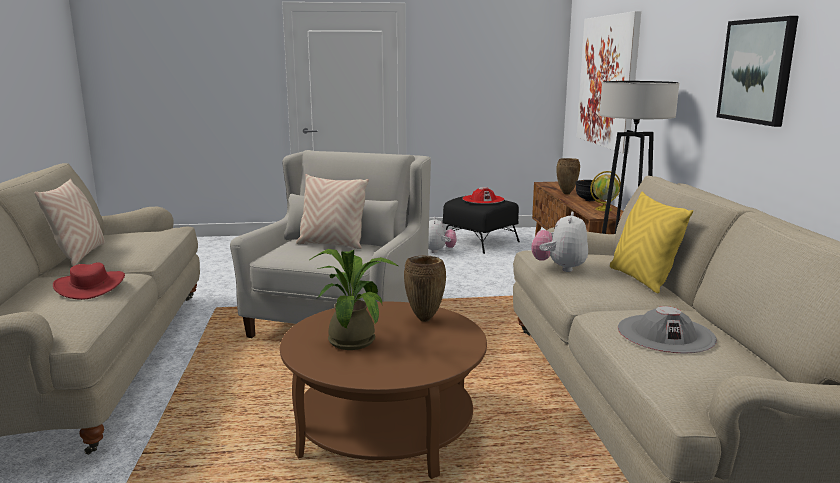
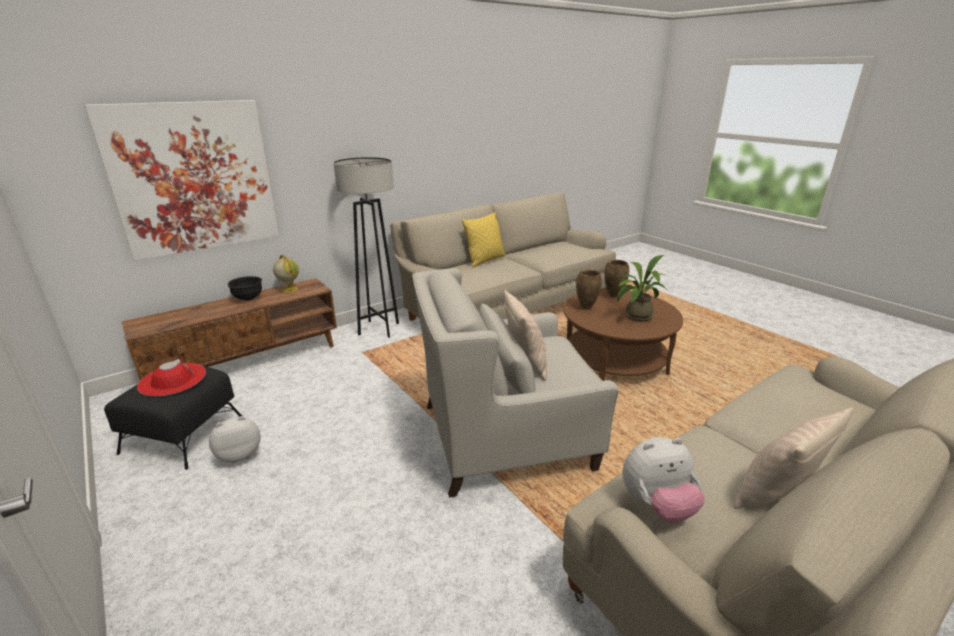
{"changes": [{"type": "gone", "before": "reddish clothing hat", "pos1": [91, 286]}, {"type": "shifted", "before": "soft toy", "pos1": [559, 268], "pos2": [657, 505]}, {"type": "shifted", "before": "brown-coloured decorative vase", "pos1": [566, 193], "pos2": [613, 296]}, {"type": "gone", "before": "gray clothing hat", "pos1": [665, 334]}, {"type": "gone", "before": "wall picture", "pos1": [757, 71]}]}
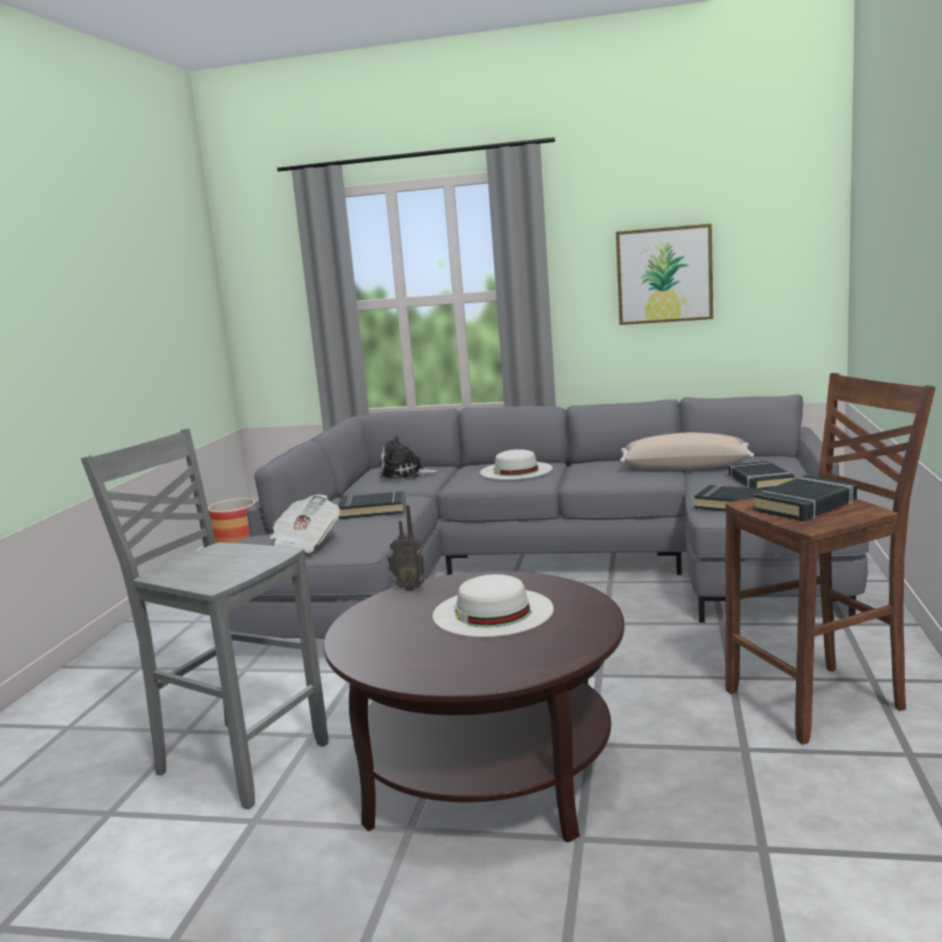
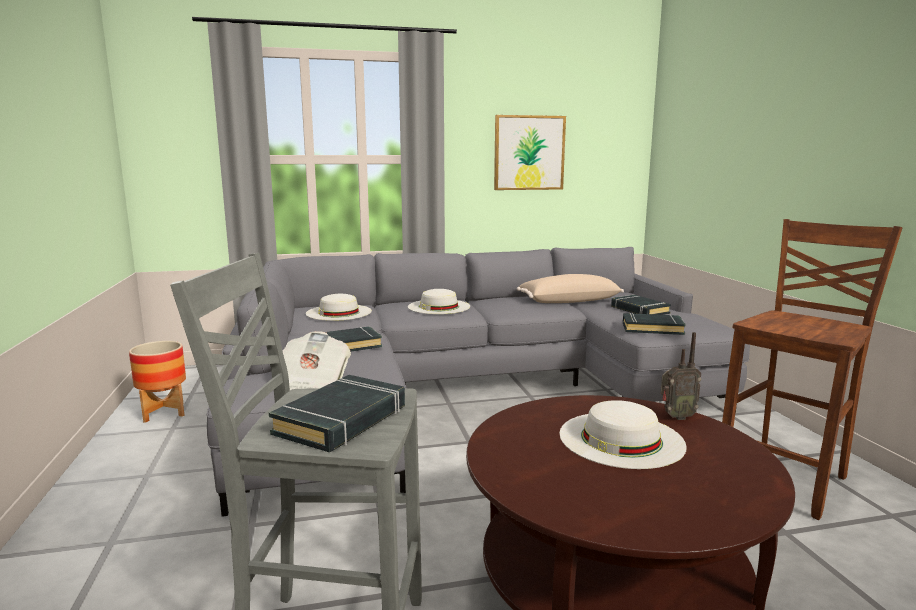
{"changes": [{"type": "swapped", "before": "soft toy", "after": "whitish clothing hat", "pos1": [405, 474], "pos2": [339, 312]}, {"type": "shifted", "before": "radio set", "pos1": [409, 588], "pos2": [676, 417]}, {"type": "shifted", "before": "black volume", "pos1": [805, 506], "pos2": [342, 420]}]}
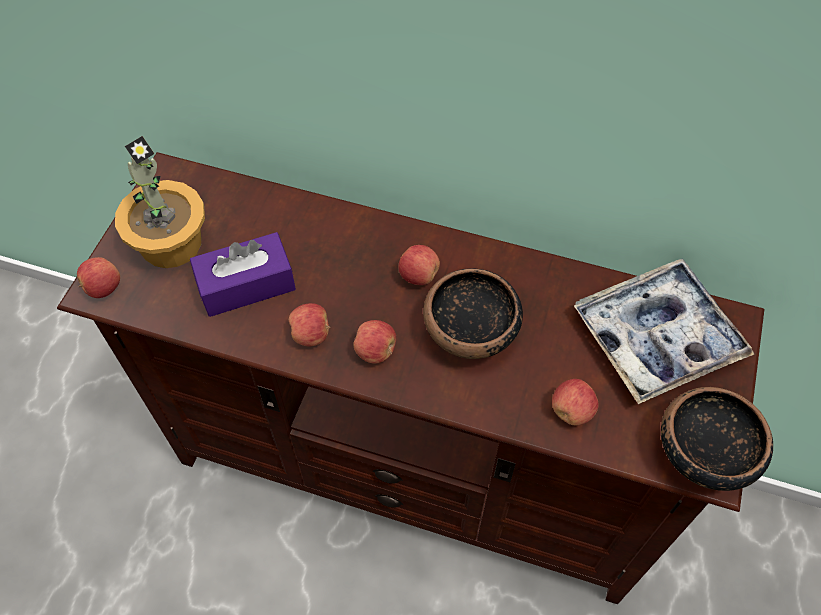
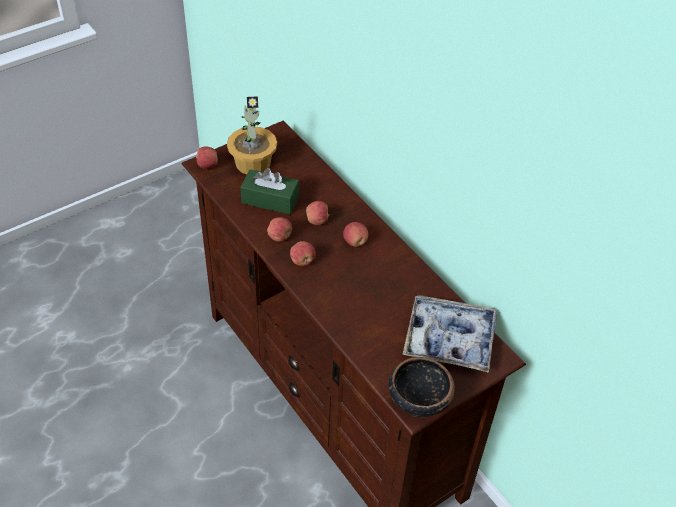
{"changes": [{"type": "repainted", "before": "purplish tissue box", "after": "green-coloured tissue box", "pos1": [246, 285], "pos2": [270, 199]}, {"type": "gone", "before": "bowl", "pos1": [471, 333]}, {"type": "shifted", "before": "whole apple", "pos1": [572, 410], "pos2": [317, 220]}]}
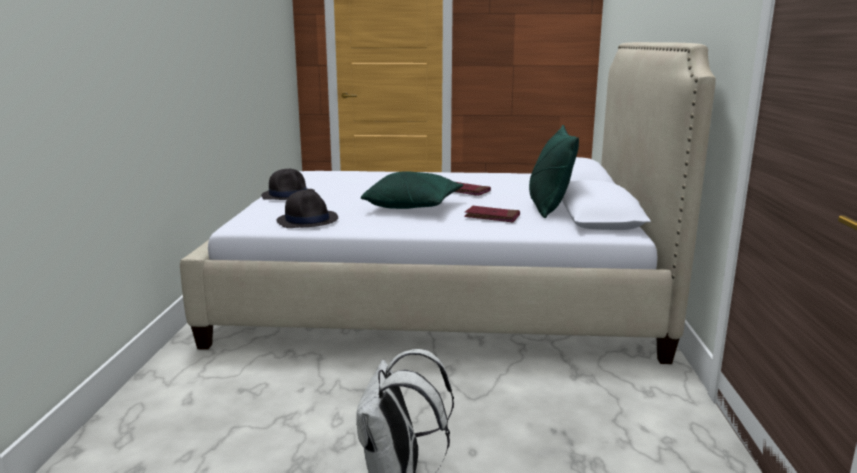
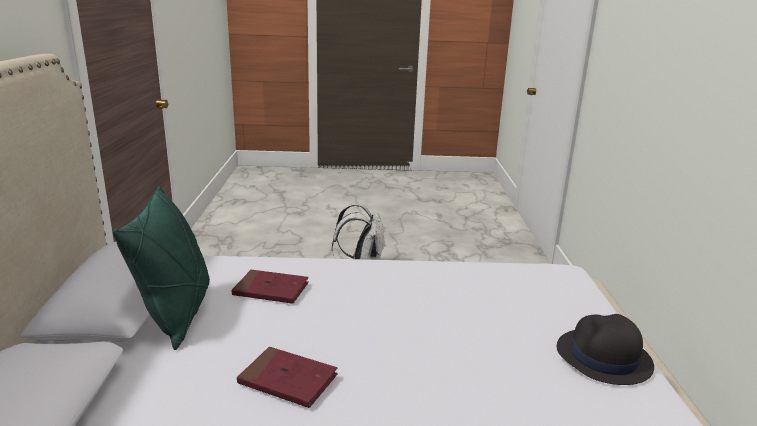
{"changes": [{"type": "gone", "before": "black clothing hat", "pos1": [308, 220]}, {"type": "gone", "before": "green-coloured pillow", "pos1": [413, 206]}]}
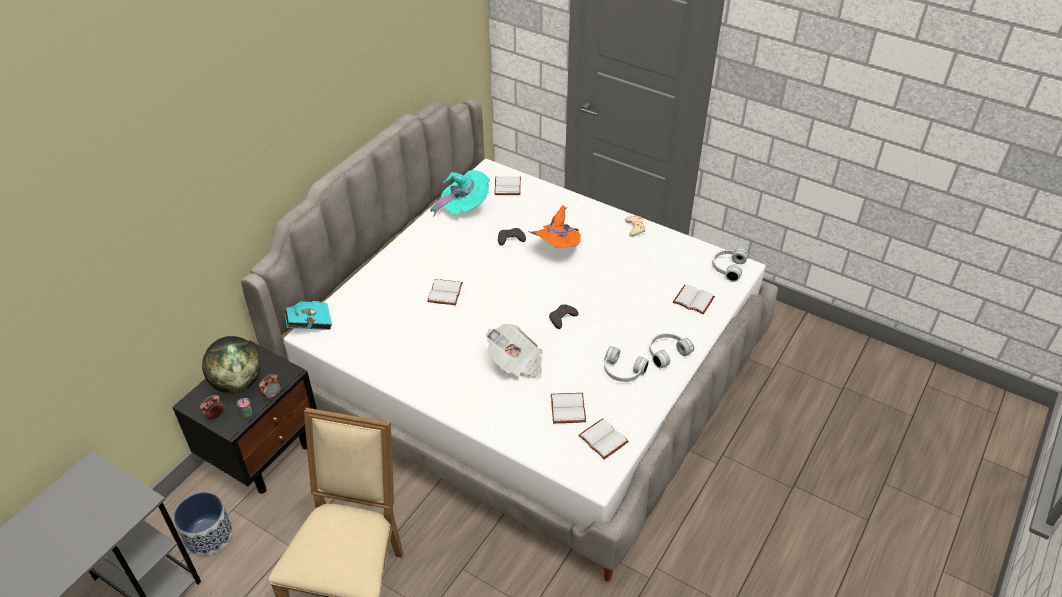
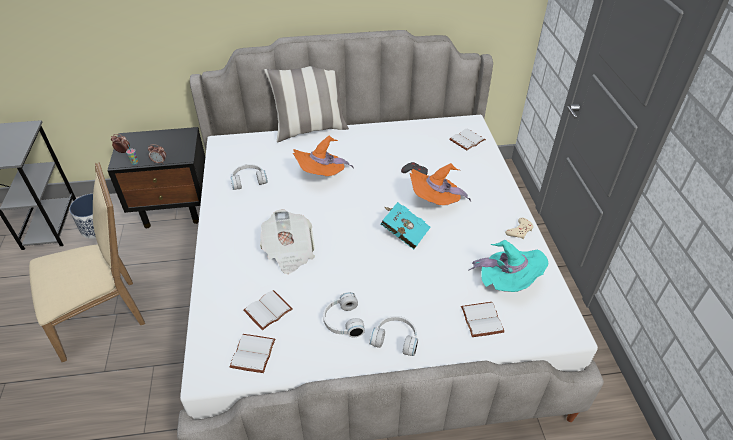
{"changes": [{"type": "gone", "before": "desk globe", "pos1": [237, 383]}, {"type": "shifted", "before": "blue-green volume", "pos1": [307, 324], "pos2": [403, 232]}, {"type": "swapped", "before": "whitish volume", "after": "orange clothing hat", "pos1": [446, 293], "pos2": [322, 176]}, {"type": "shifted", "before": "blue-green clothing hat", "pos1": [464, 207], "pos2": [507, 282]}, {"type": "gone", "before": "gray joypad", "pos1": [562, 318]}, {"type": "shifted", "before": "whitish pair of headphones", "pos1": [727, 268], "pos2": [248, 180]}, {"type": "new", "after": "pillow", "pos2": [310, 129]}]}
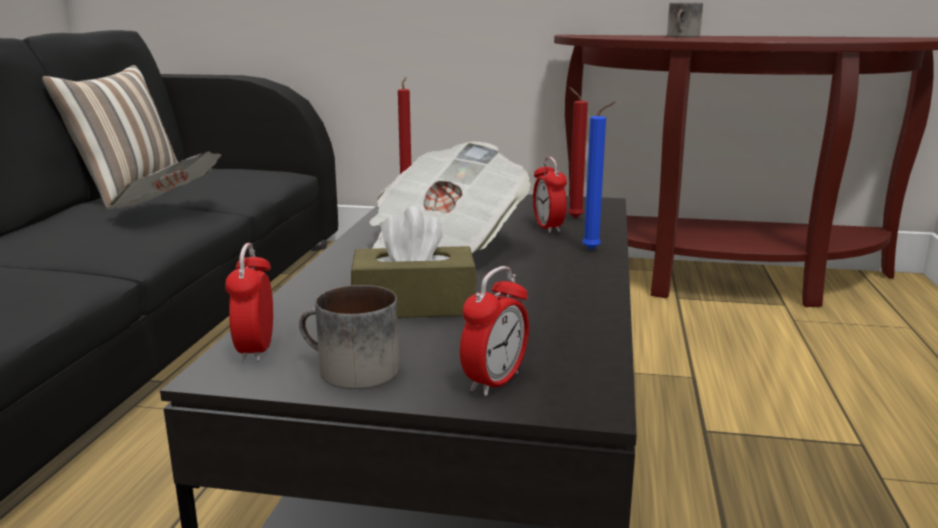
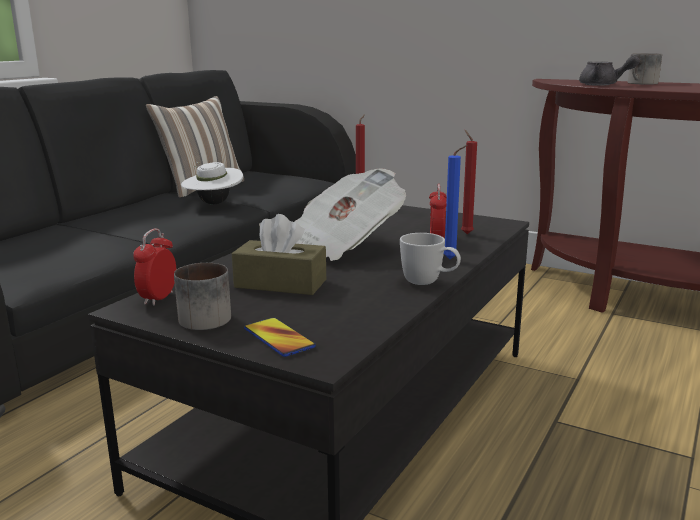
{"changes": [{"type": "swapped", "before": "newspaper", "after": "whitish clothing hat", "pos1": [167, 212], "pos2": [213, 203]}, {"type": "swapped", "before": "bedside clock", "after": "handset", "pos1": [494, 382], "pos2": [279, 338]}, {"type": "new", "after": "whitish tea mug", "pos2": [429, 283]}, {"type": "new", "after": "gray pot for tea", "pos2": [603, 85]}]}
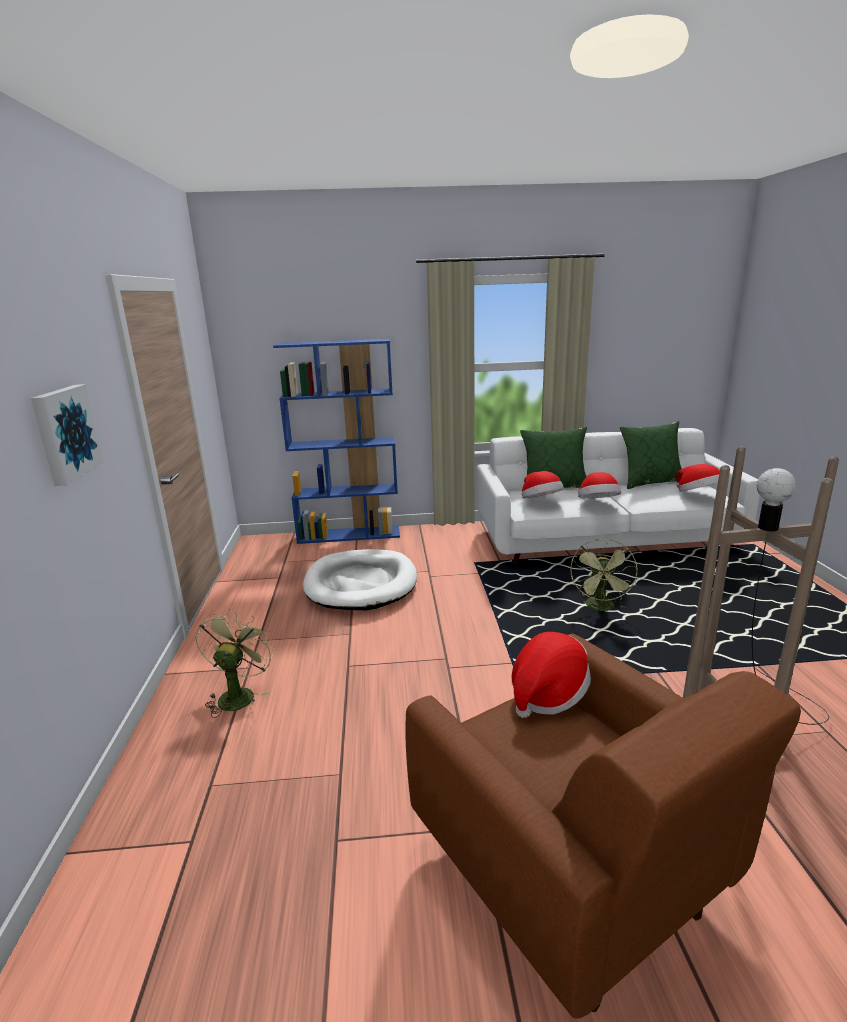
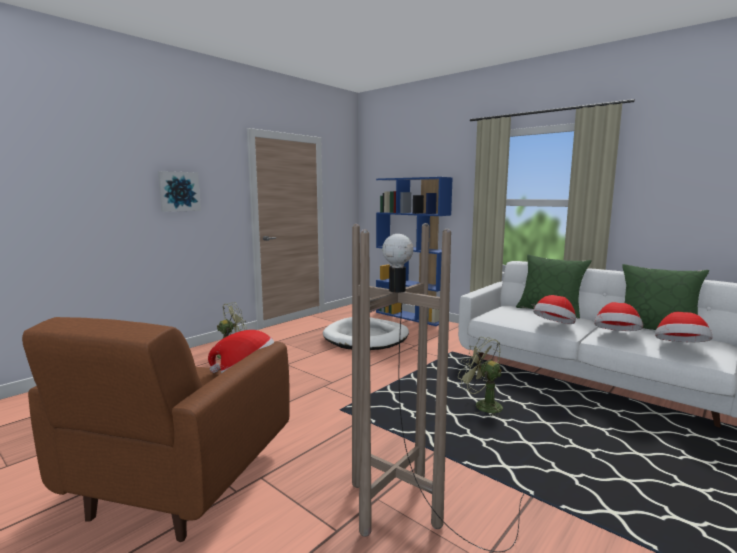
{"changes": [{"type": "shifted", "before": "clothing hat", "pos1": [541, 502], "pos2": [616, 335]}, {"type": "rotated", "before": "green-coloured electric fan", "pos1": [601, 608], "pos2": [482, 405], "turn": 75}]}
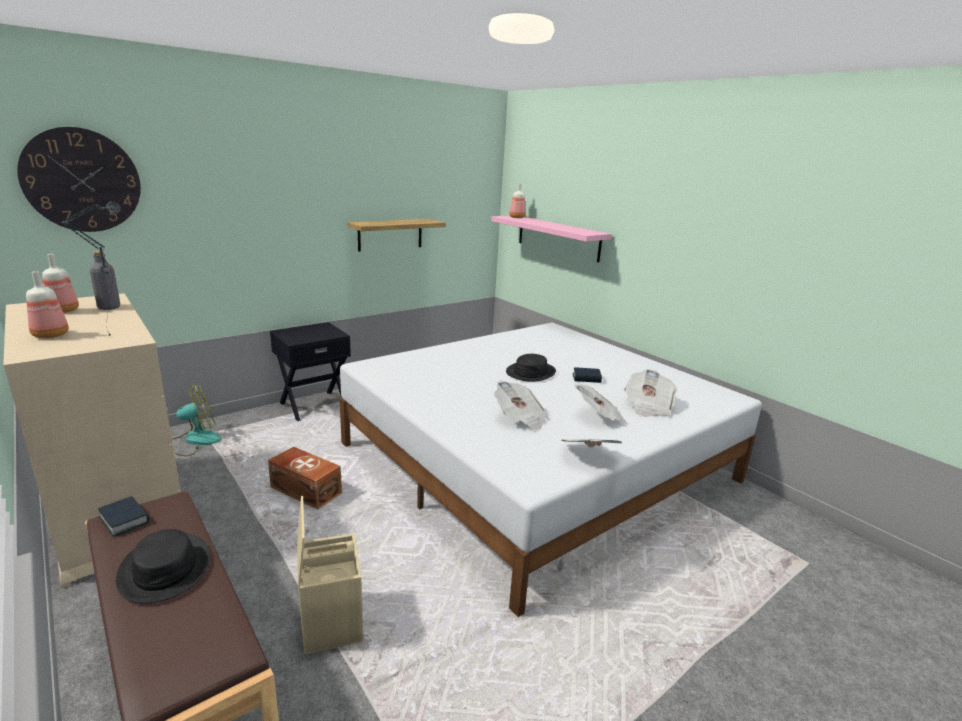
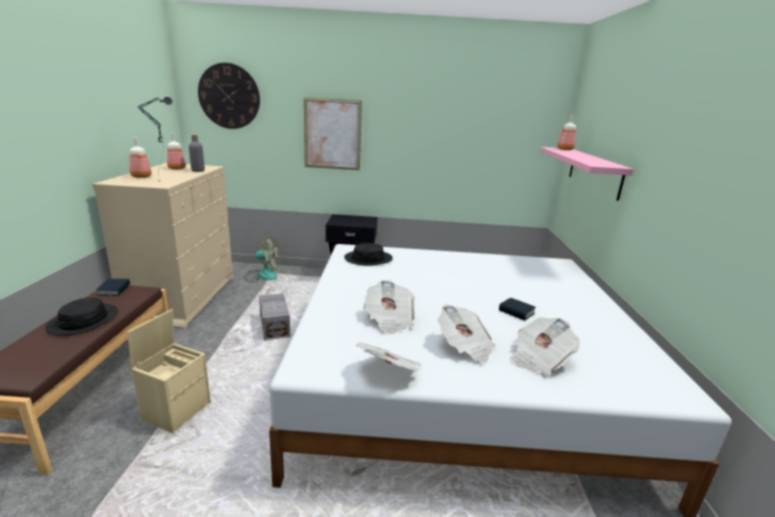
{"changes": [{"type": "repainted", "before": "brown-coloured storage bin", "after": "gray storage bin", "pos1": [306, 490], "pos2": [275, 326]}, {"type": "gone", "before": "bracket shelf", "pos1": [390, 234]}, {"type": "shifted", "before": "black clothing hat", "pos1": [530, 372], "pos2": [368, 259]}, {"type": "new", "after": "wall picture", "pos2": [332, 134]}]}
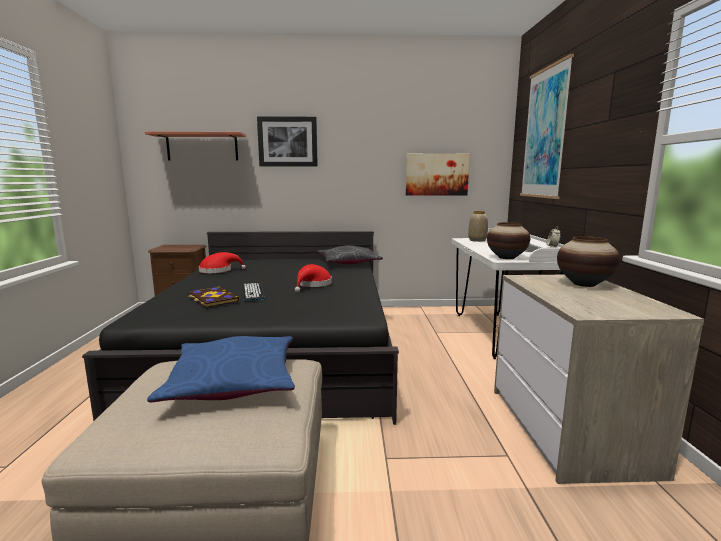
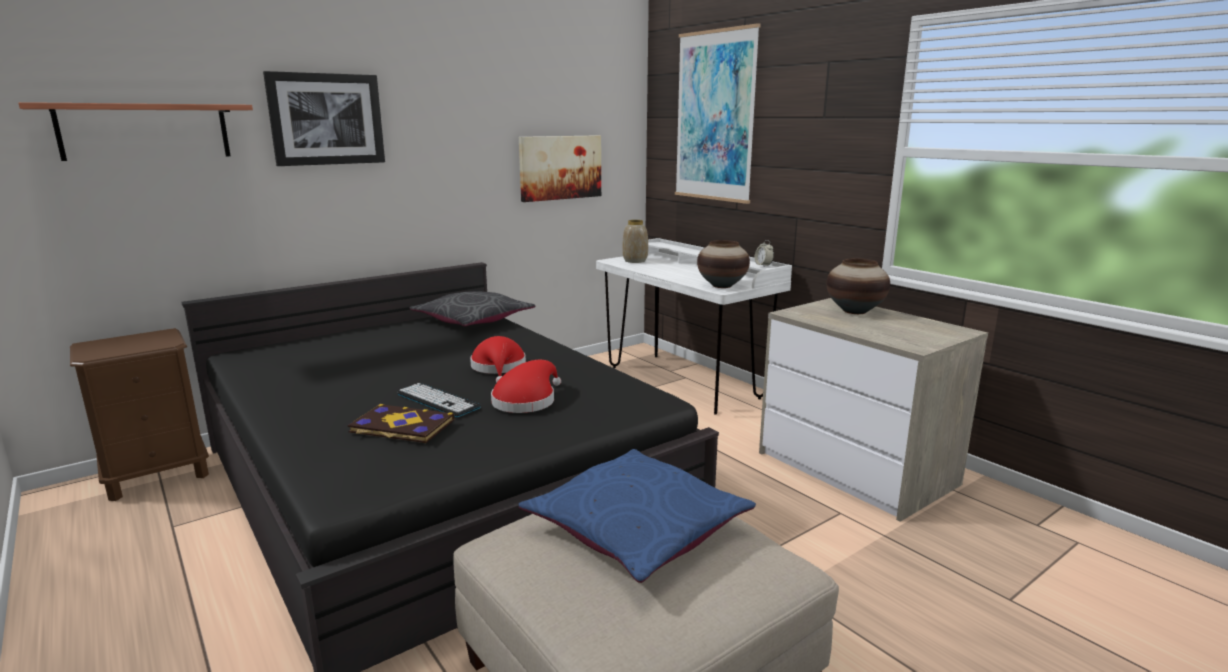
{"changes": [{"type": "shifted", "before": "reddish clothing hat", "pos1": [218, 271], "pos2": [526, 400]}]}
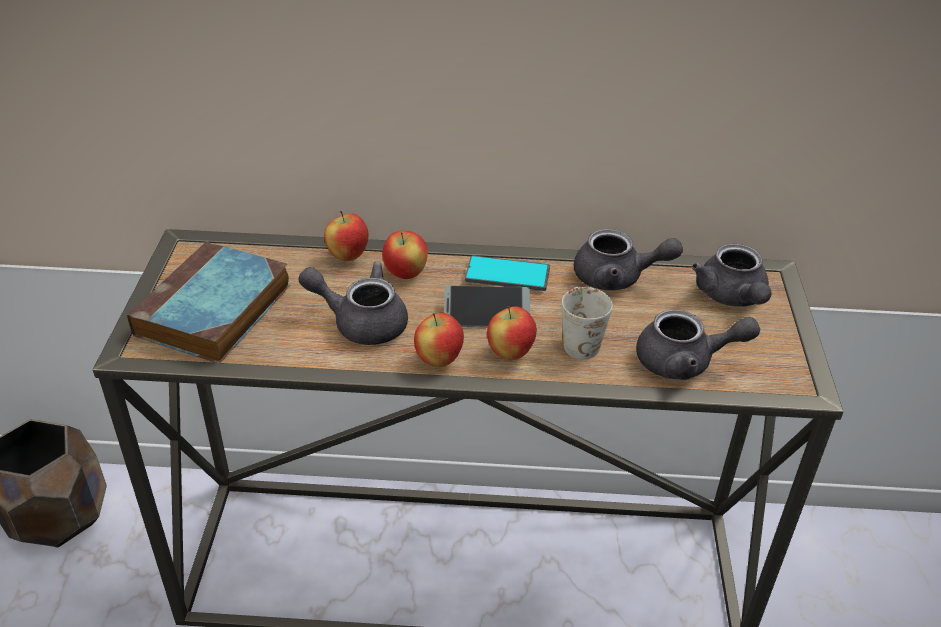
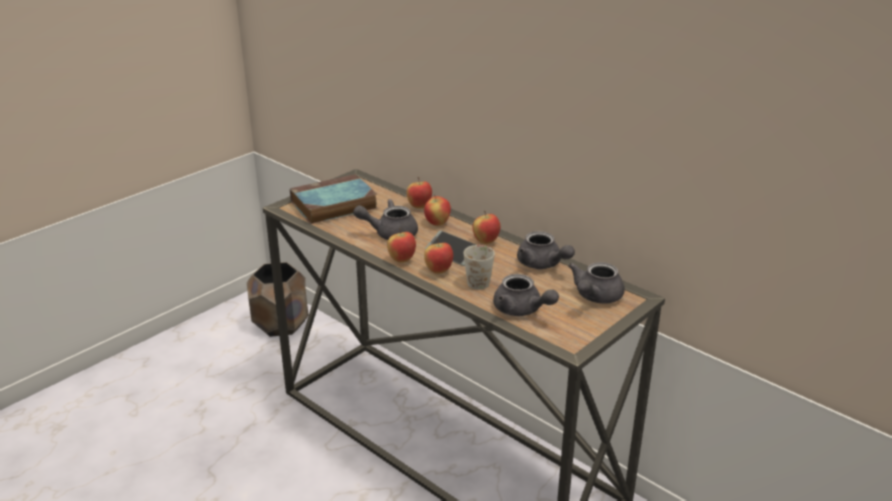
{"changes": [{"type": "rotated", "before": "gray pot for tea", "pos1": [361, 322], "pos2": [390, 233], "turn": -60}, {"type": "swapped", "before": "handset", "after": "whole apple", "pos1": [507, 274], "pos2": [486, 241]}]}
